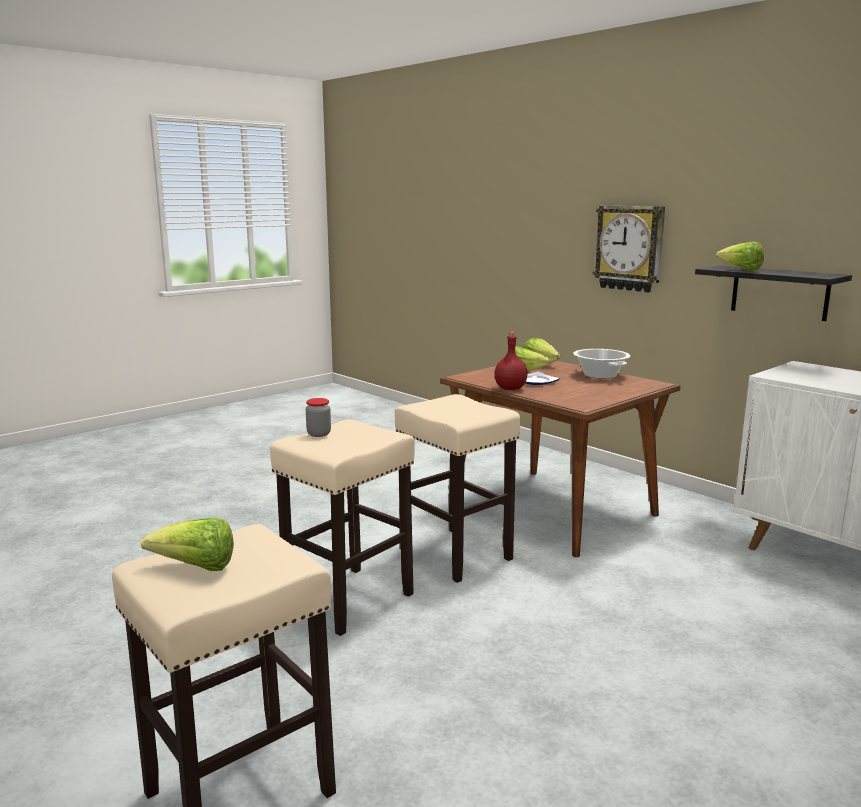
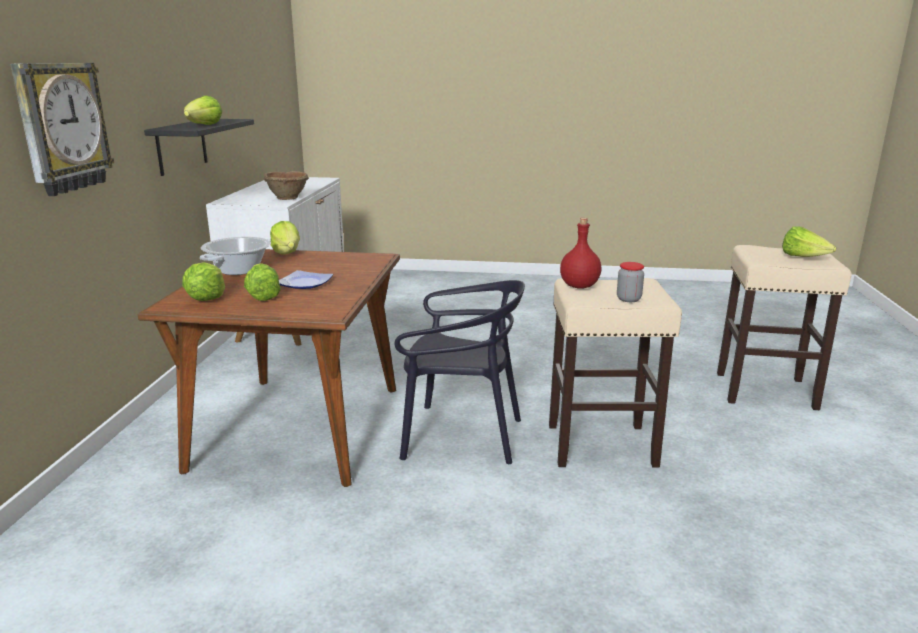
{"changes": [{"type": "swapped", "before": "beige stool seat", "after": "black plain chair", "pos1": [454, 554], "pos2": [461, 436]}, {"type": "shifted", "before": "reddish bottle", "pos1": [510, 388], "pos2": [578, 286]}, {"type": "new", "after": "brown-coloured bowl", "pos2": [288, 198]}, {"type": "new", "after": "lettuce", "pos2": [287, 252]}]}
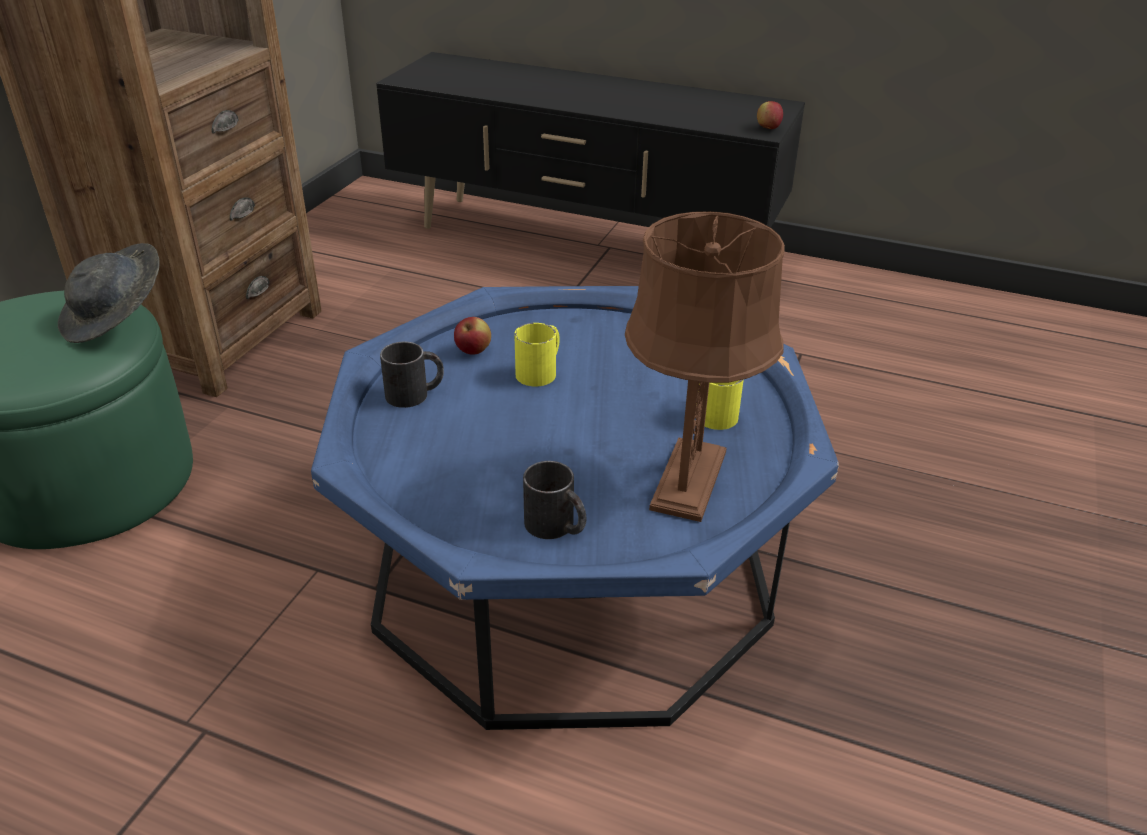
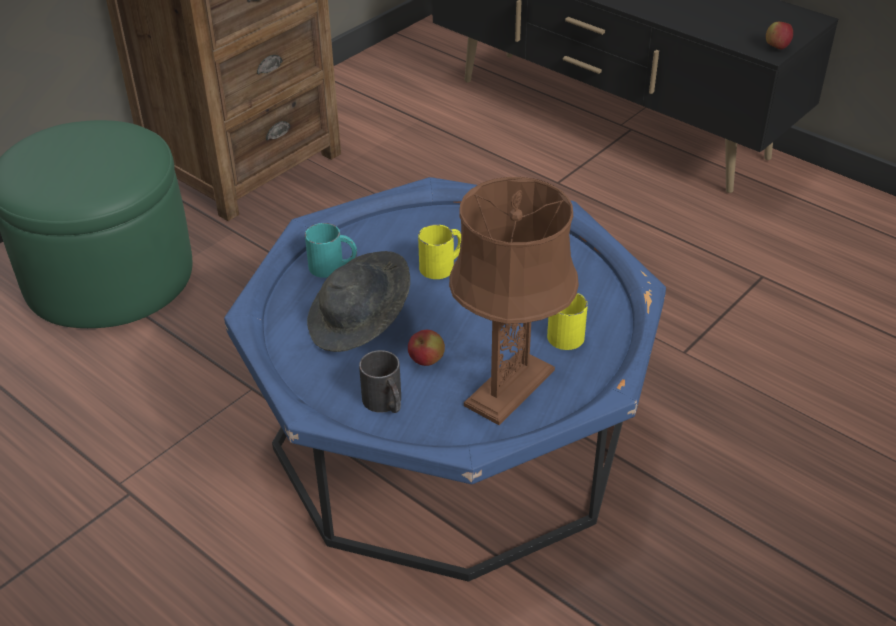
{"changes": [{"type": "shifted", "before": "gray clothing hat", "pos1": [117, 319], "pos2": [360, 323]}, {"type": "repainted", "before": "black tea mug", "after": "blue-green tea mug", "pos1": [415, 394], "pos2": [333, 266]}, {"type": "shifted", "before": "whole apple", "pos1": [473, 351], "pos2": [426, 361]}]}
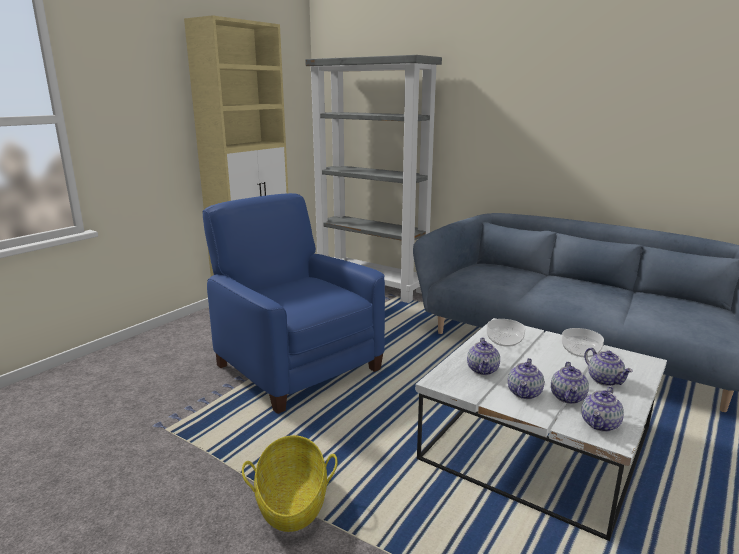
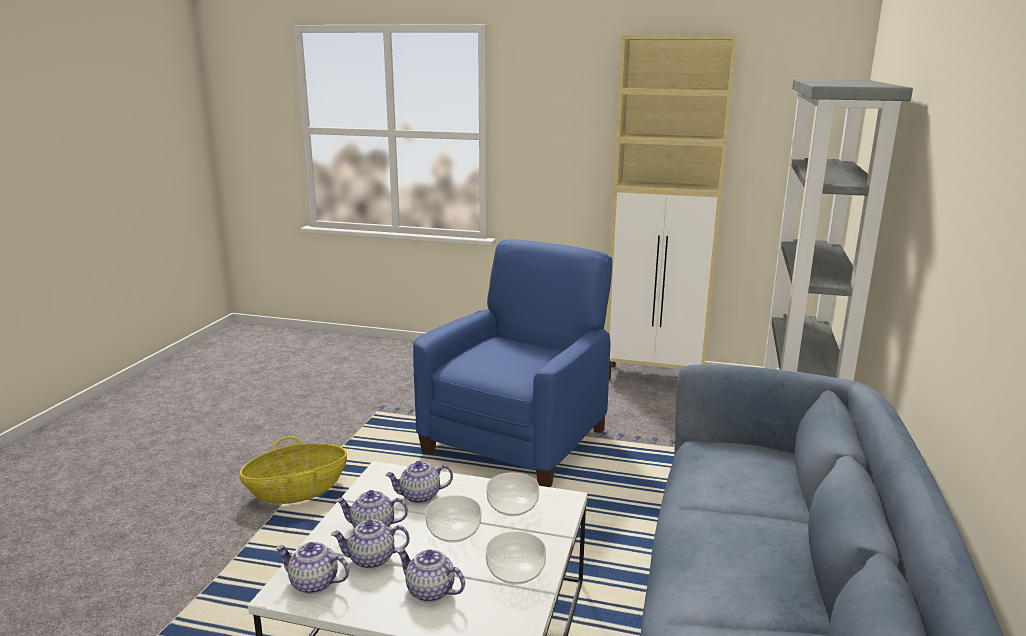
{"changes": [{"type": "rotated", "before": "pot for tea", "pos1": [605, 380], "pos2": [429, 591], "turn": 75}, {"type": "new", "after": "bowl", "pos2": [453, 530]}]}
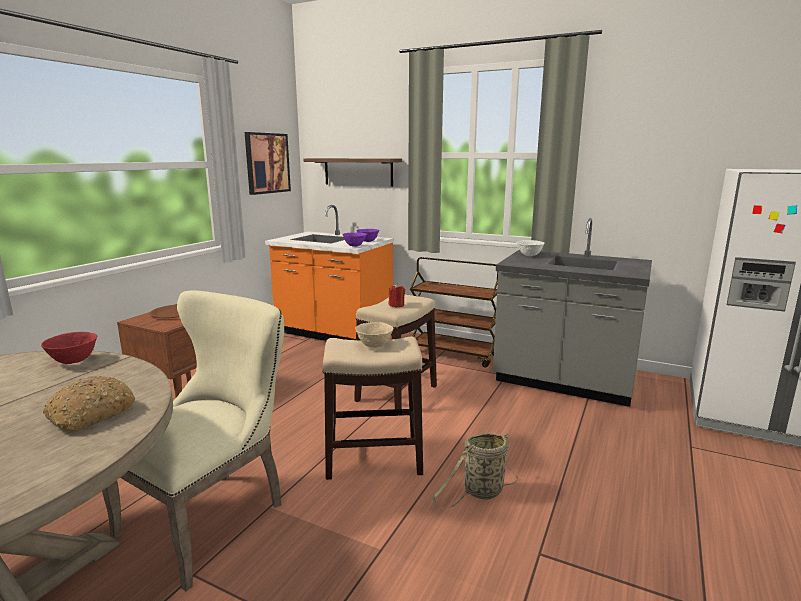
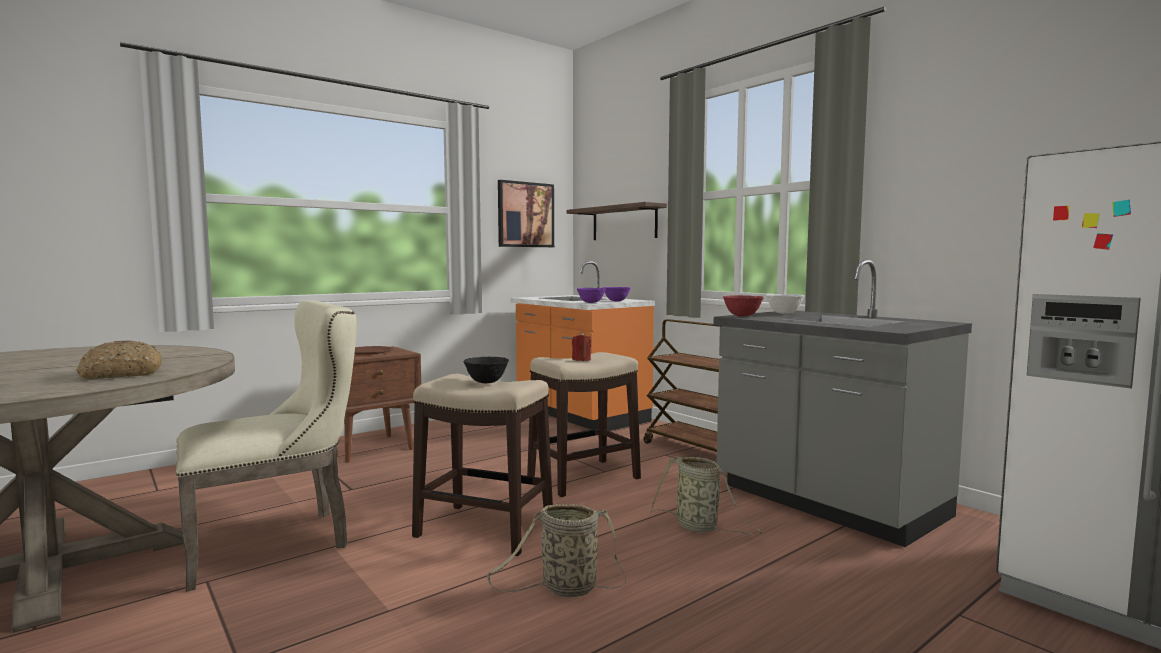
{"changes": [{"type": "shifted", "before": "reddish bowl", "pos1": [74, 361], "pos2": [742, 316]}, {"type": "repainted", "before": "beige bowl", "after": "black bowl", "pos1": [374, 345], "pos2": [487, 382]}, {"type": "new", "after": "household basket", "pos2": [699, 527]}]}
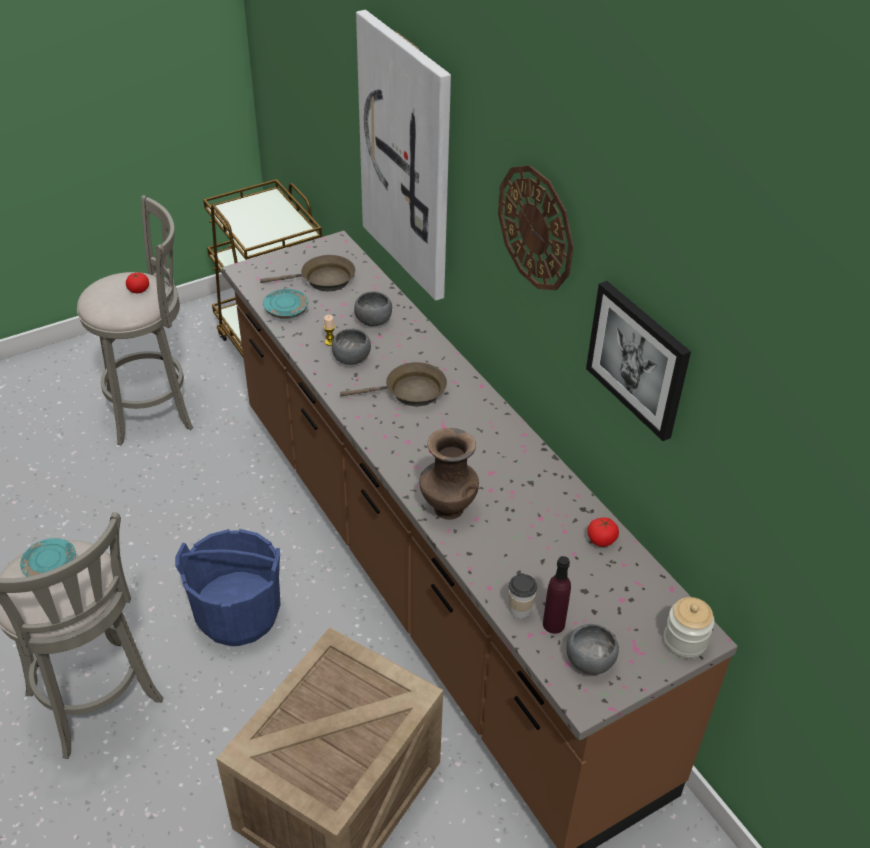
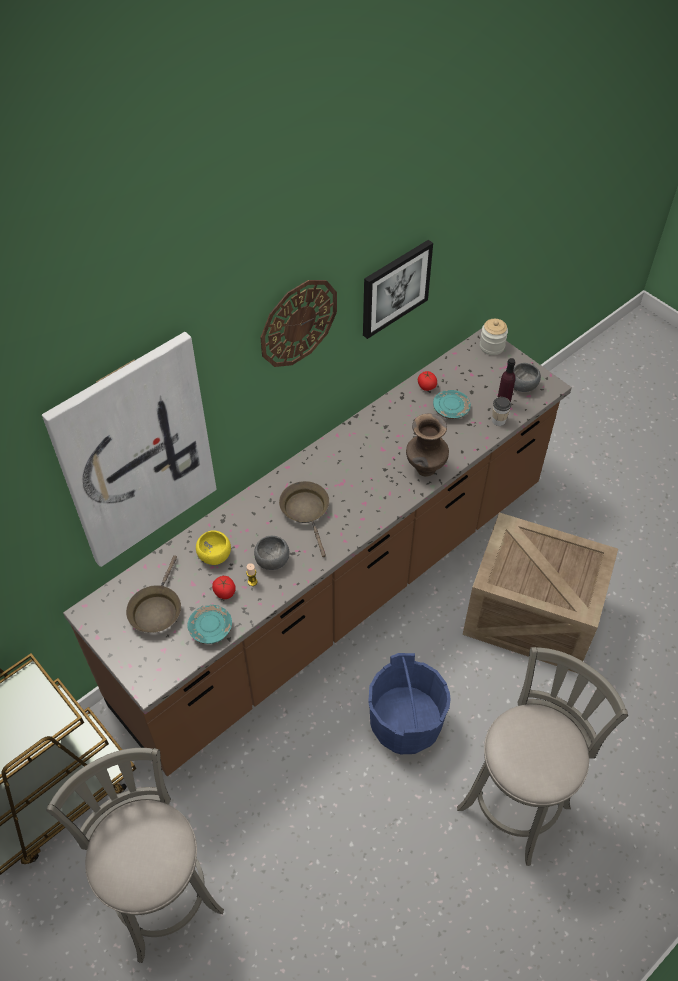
{"changes": [{"type": "shifted", "before": "blue-green flat dish", "pos1": [51, 567], "pos2": [451, 409]}, {"type": "shifted", "before": "tomato", "pos1": [139, 290], "pos2": [225, 592]}, {"type": "rotated", "before": "brown-coloured skillet", "pos1": [323, 280], "pos2": [156, 609], "turn": -150}, {"type": "repainted", "before": "gray bowl", "after": "yellow-coloured bowl", "pos1": [373, 320], "pos2": [214, 556]}]}
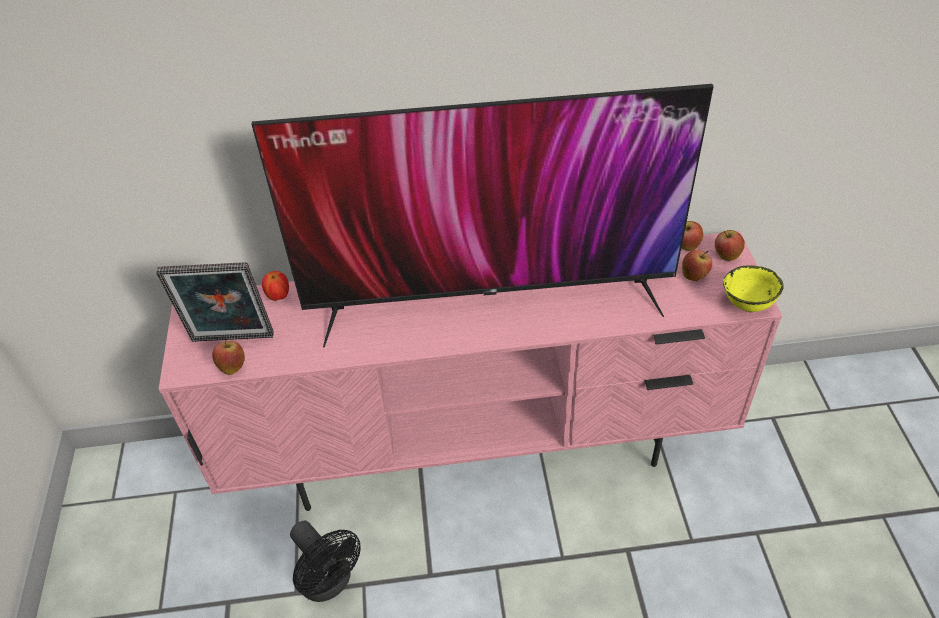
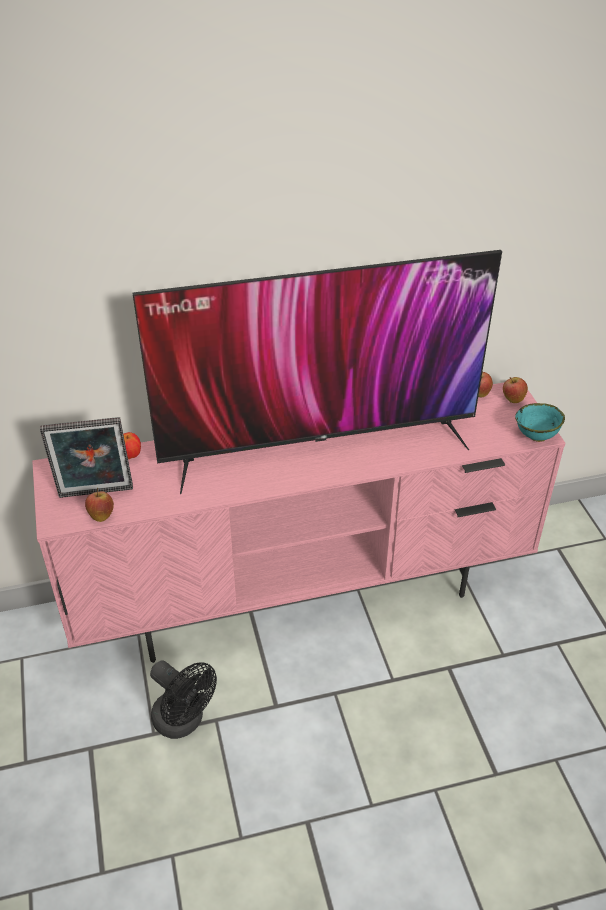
{"changes": [{"type": "gone", "before": "whole apple", "pos1": [694, 275]}, {"type": "repainted", "before": "yellow-coloured bowl", "after": "blue-green bowl", "pos1": [747, 305], "pos2": [536, 437]}]}
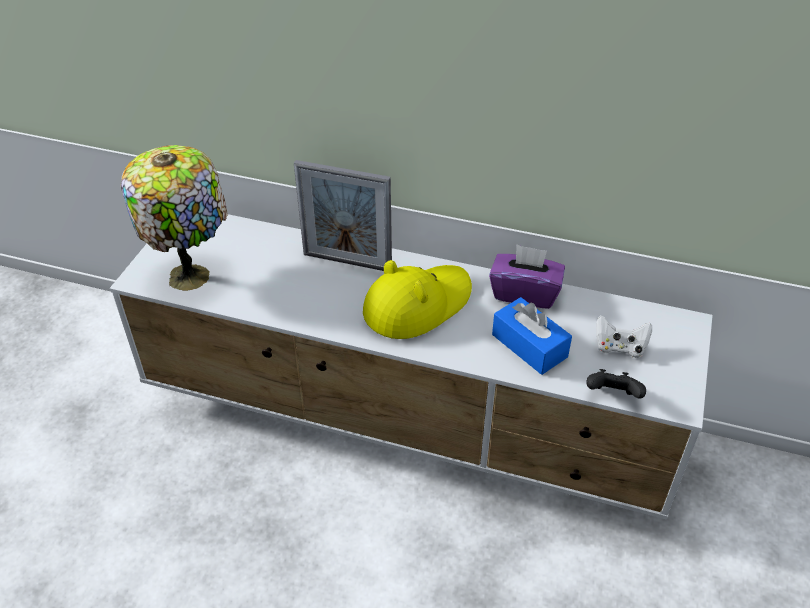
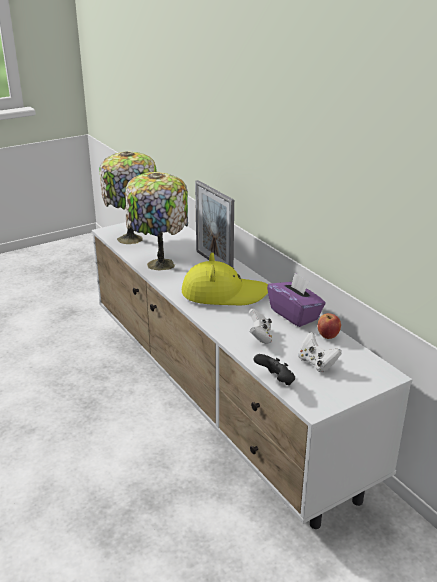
{"changes": [{"type": "swapped", "before": "blue tissue box", "after": "whitish joypad", "pos1": [529, 346], "pos2": [260, 337]}, {"type": "new", "after": "table lamp", "pos2": [159, 265]}, {"type": "new", "after": "whole apple", "pos2": [328, 336]}]}
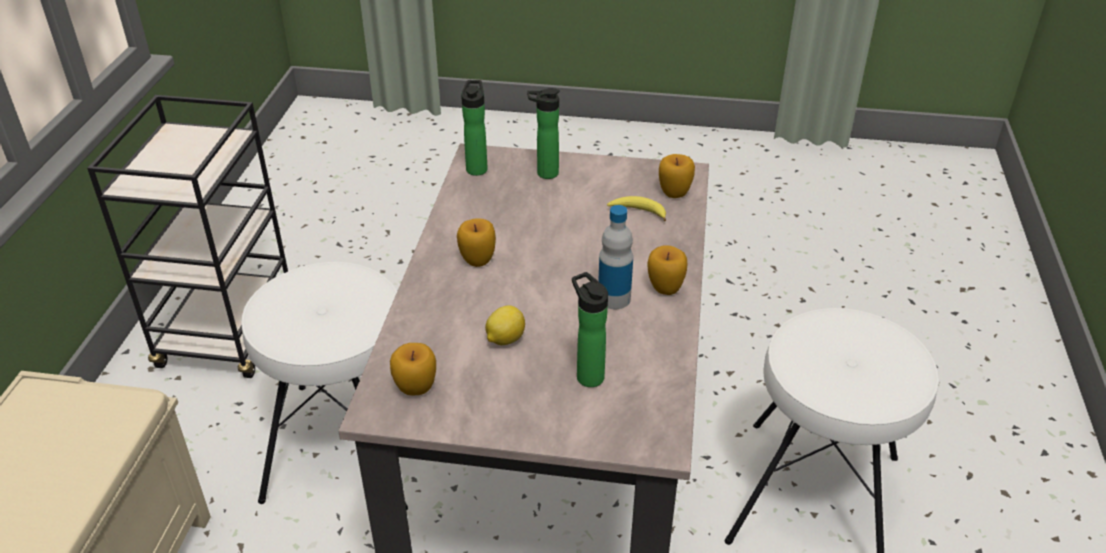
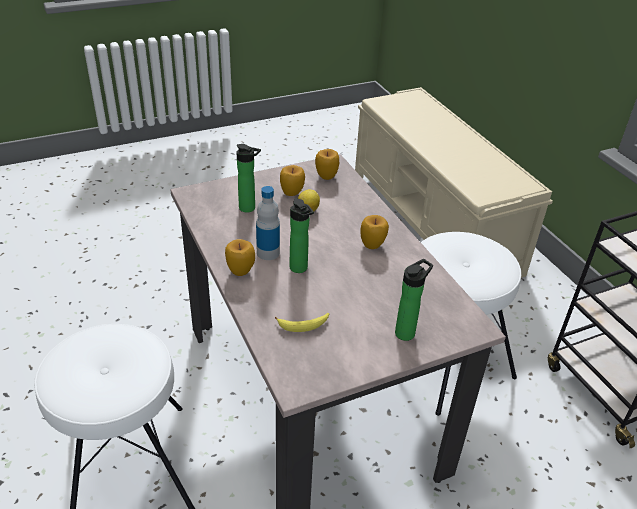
{"changes": [{"type": "shifted", "before": "bottle", "pos1": [477, 168], "pos2": [300, 269]}, {"type": "shifted", "before": "whole apple", "pos1": [674, 193], "pos2": [292, 193]}]}
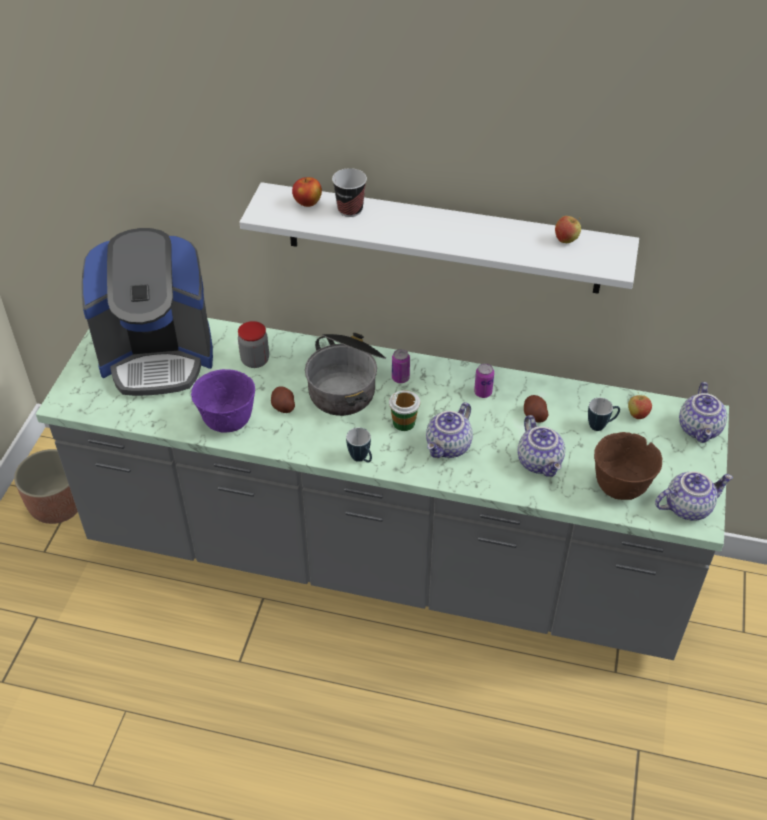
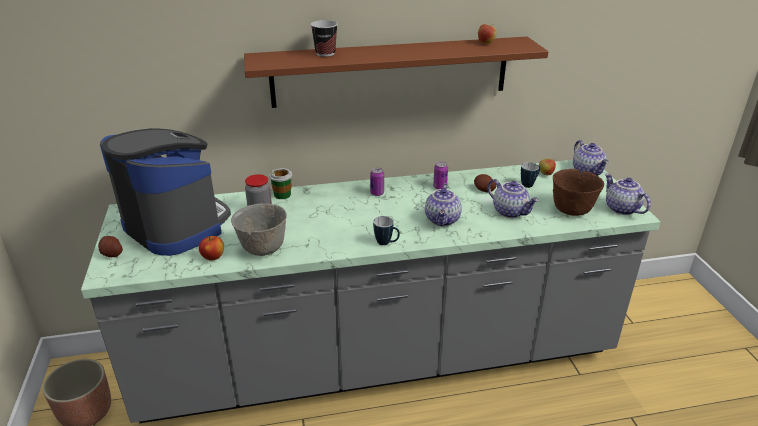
{"changes": [{"type": "rotated", "before": "coffee maker", "pos1": [158, 356], "pos2": [176, 225], "turn": -105}, {"type": "repainted", "before": "purplish bowl", "after": "gray bowl", "pos1": [227, 421], "pos2": [262, 249]}, {"type": "repainted", "before": "whitish bracket shelf", "after": "brown-coloured bracket shelf", "pos1": [443, 239], "pos2": [391, 72]}, {"type": "shifted", "before": "whole potato", "pos1": [283, 406], "pos2": [112, 254]}, {"type": "shifted", "before": "whole apple", "pos1": [308, 203], "pos2": [213, 257]}, {"type": "gone", "before": "saucepot", "pos1": [347, 383]}, {"type": "shifted", "before": "cup", "pos1": [404, 422], "pos2": [282, 195]}, {"type": "rotated", "before": "pot for tea", "pos1": [687, 506], "pos2": [621, 209], "turn": -75}]}
